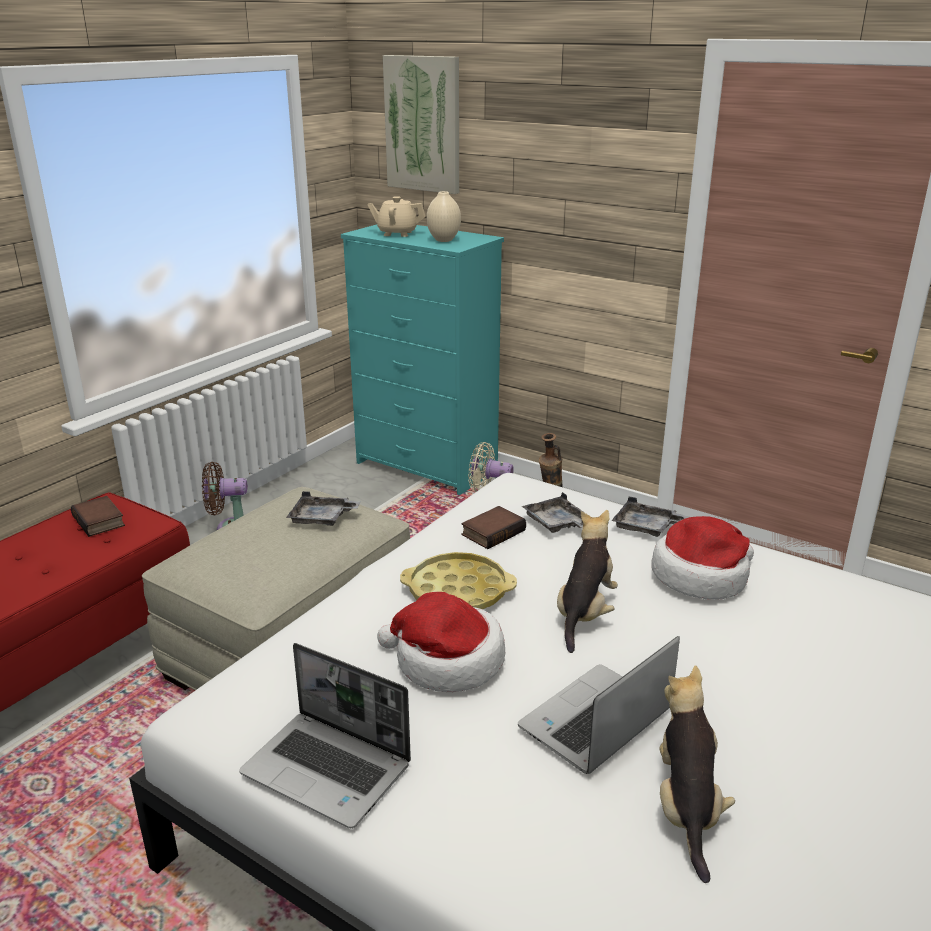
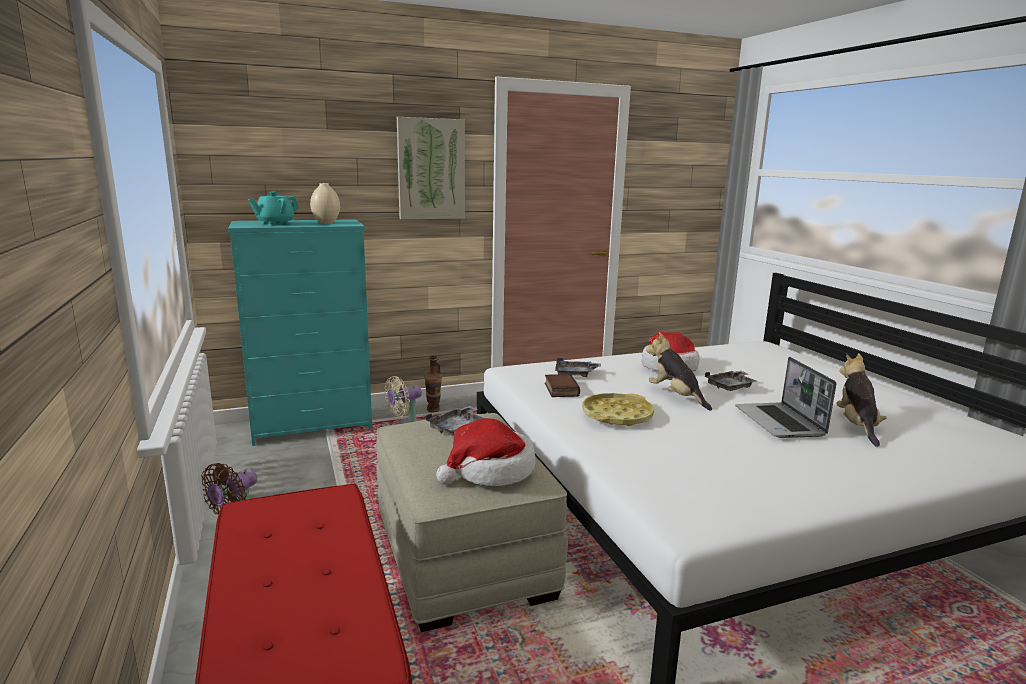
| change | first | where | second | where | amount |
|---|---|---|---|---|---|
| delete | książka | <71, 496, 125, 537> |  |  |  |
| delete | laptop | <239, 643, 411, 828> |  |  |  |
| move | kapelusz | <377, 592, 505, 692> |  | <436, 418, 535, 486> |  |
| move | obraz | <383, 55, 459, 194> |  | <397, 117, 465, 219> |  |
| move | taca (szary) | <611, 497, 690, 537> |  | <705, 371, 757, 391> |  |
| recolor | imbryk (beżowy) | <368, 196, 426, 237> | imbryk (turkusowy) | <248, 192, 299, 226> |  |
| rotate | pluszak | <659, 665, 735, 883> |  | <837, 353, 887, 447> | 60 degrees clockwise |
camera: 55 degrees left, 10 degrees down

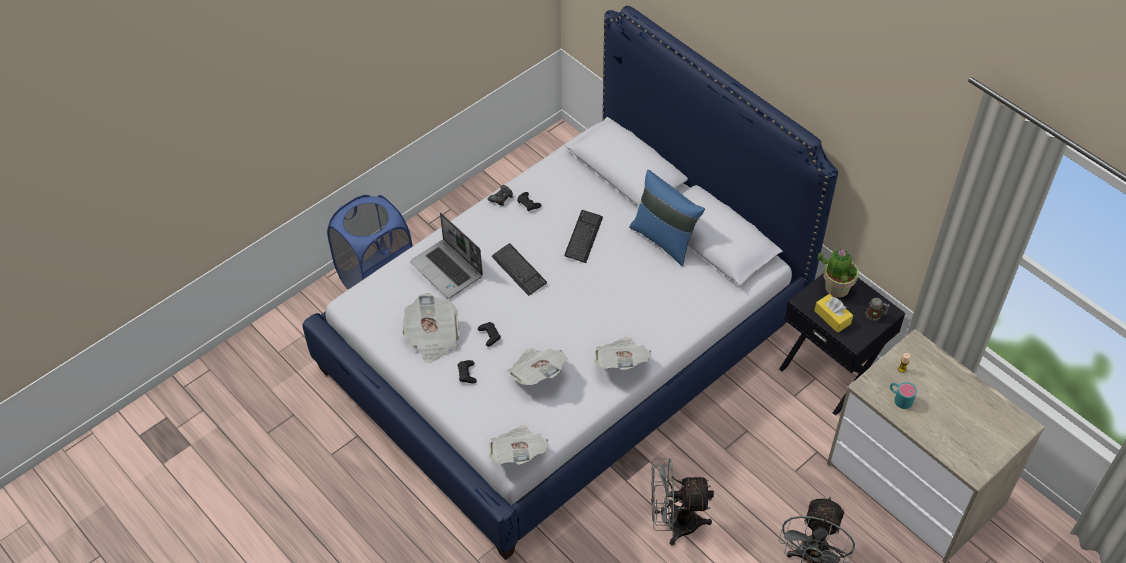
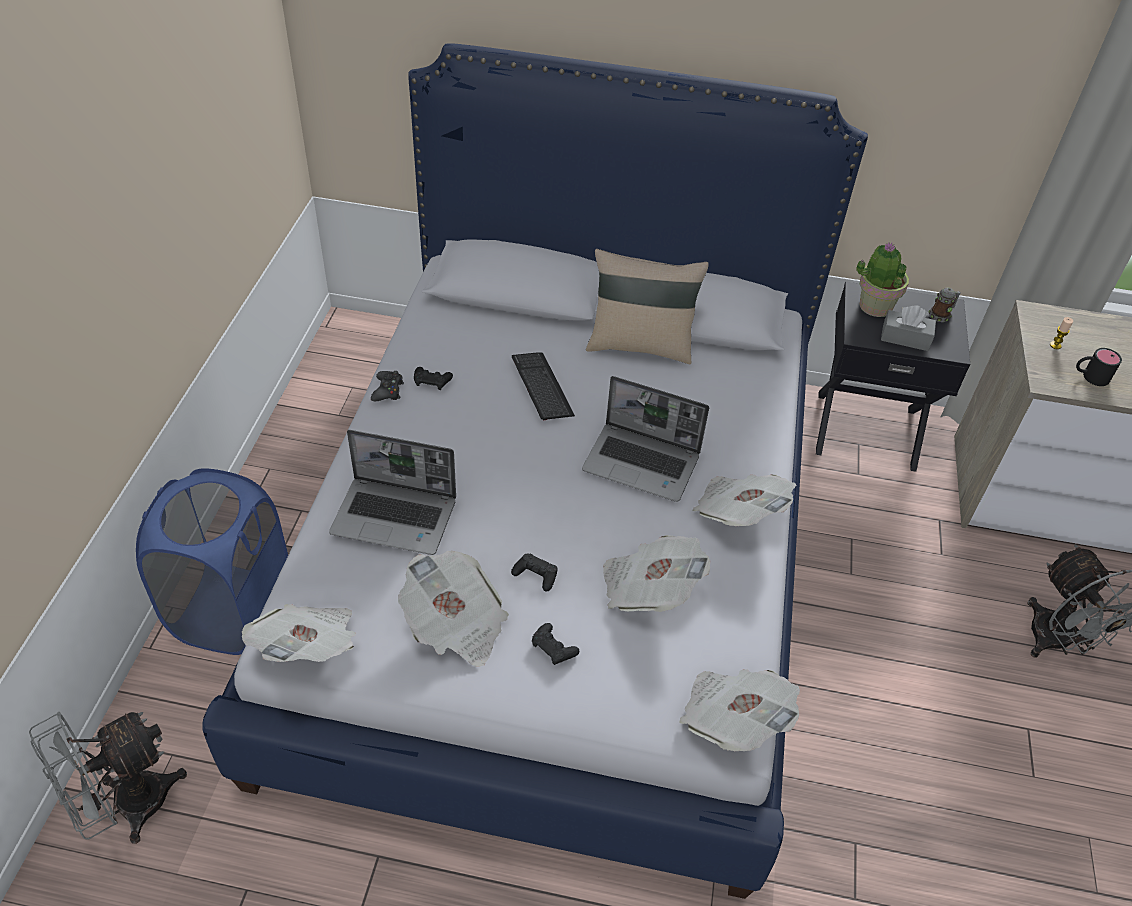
| change | first | where | second | where | amount |
|---|---|---|---|---|---|
| delete | klawiatura | <491, 243, 547, 296> |  |  |  |
| insert |  |  | gazeta | <242, 604, 356, 662> |  |
| insert |  |  | laptop | <582, 376, 709, 502> |  |
| move | wentylator (szary) | <651, 458, 714, 545> |  | <29, 712, 187, 844> |  |
| recolor | poduszka (niebieski) | <629, 170, 705, 266> | poduszka (beżowy) | <586, 249, 709, 364> |  |
| recolor | pudełko chusteczek (żółty) | <814, 294, 853, 333> | pudełko chusteczek (szary) | <881, 305, 936, 351> |  |
| recolor | kubek (turkusowy) | <890, 382, 917, 409> | kubek (czarny) | <1076, 348, 1122, 386> |  |
camera: 40 degrees left, 5 degrees down

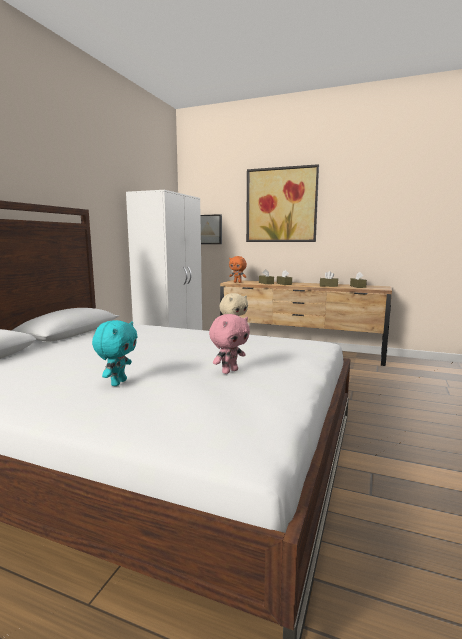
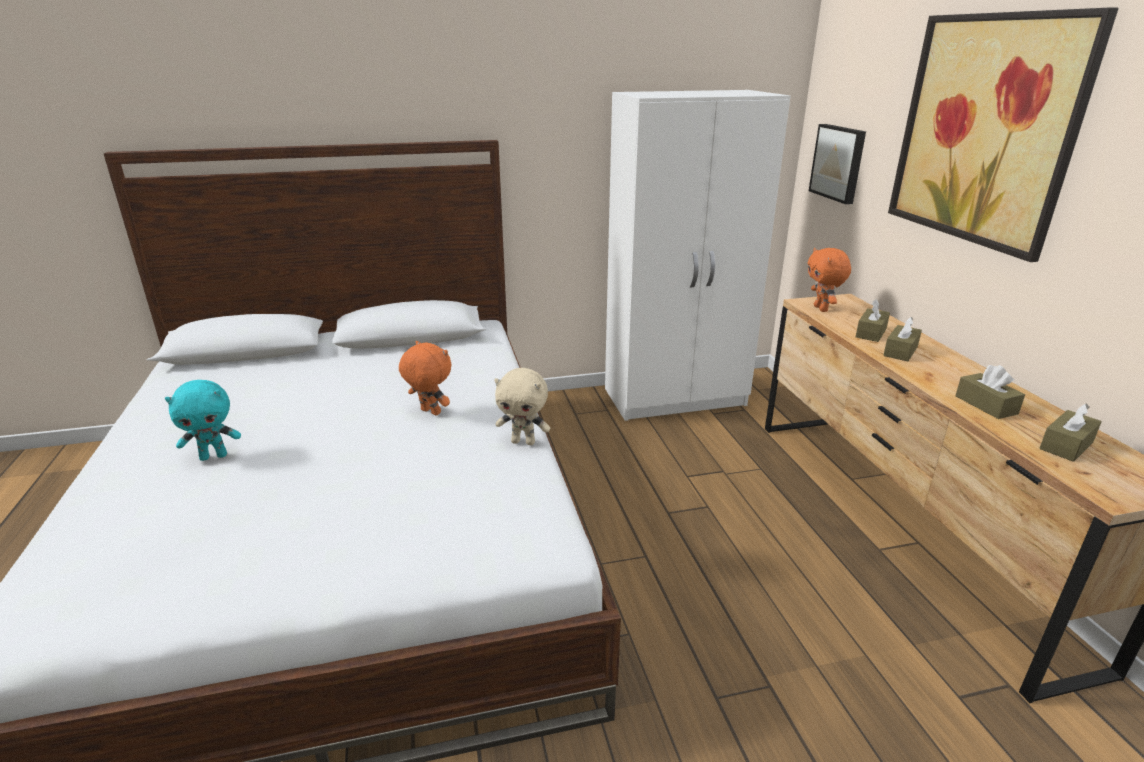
| change | first | where | second | where | amount |
|---|---|---|---|---|---|
| delete | pluszak (różowy) | <209, 314, 250, 374> |  |  |  |
| insert |  |  | pluszak (pomarańczowy) | <399, 341, 451, 416> |  |
camera: 55 degrees right, 15 degrees up

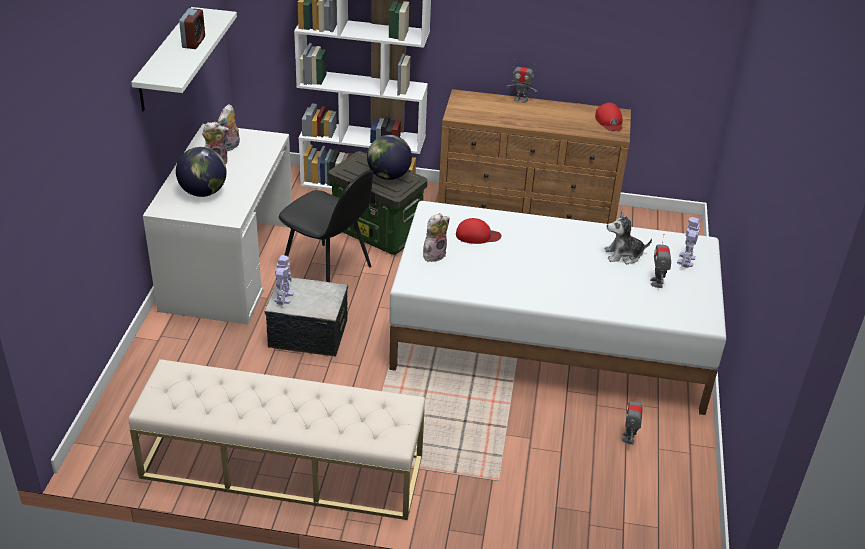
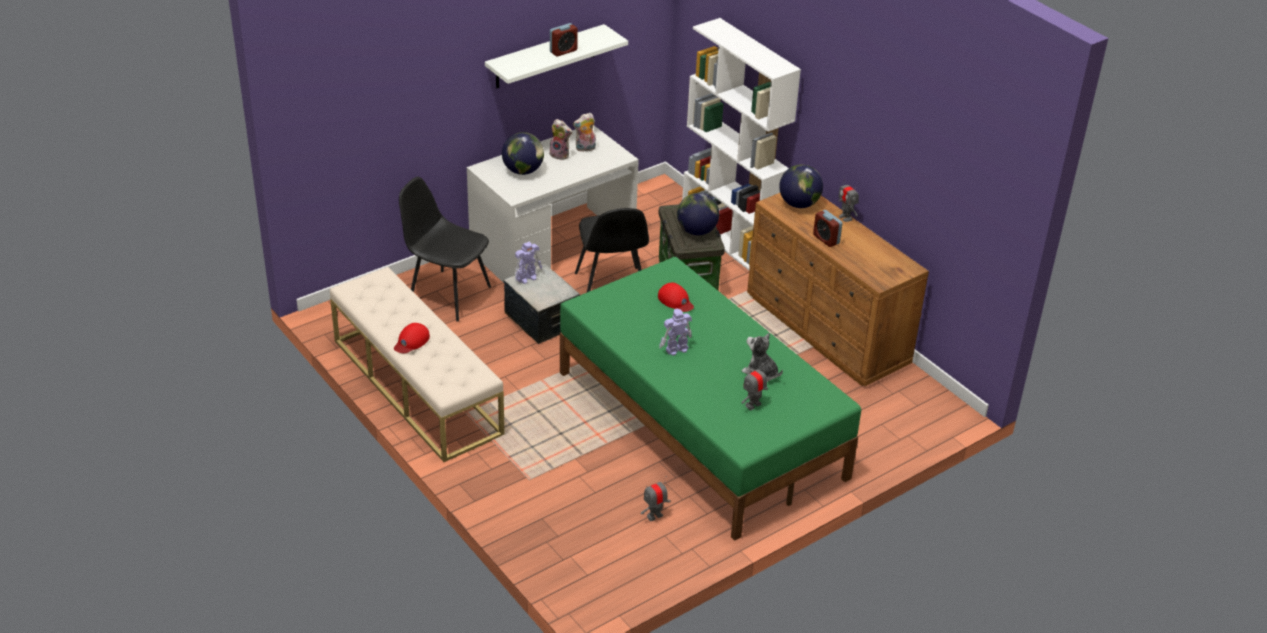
| change | first | where | second | where | amount |
|---|---|---|---|---|---|
| delete | pluszak | <423, 213, 450, 262> |  |  |  |
| insert |  |  | krzesło (czarny) | <399, 177, 491, 322> |  |
| insert |  |  | globus | <779, 164, 823, 208> |  |
| insert |  |  | budzik | <813, 210, 843, 247> |  |
| move | czapka z daszkiem (czerwony) | <595, 103, 622, 131> |  | <394, 323, 430, 353> |  |
| move | robot zabawkowy | <677, 217, 700, 268> |  | <659, 309, 692, 356> |  |
| recolor | łóżko (biały) | <389, 201, 726, 415> | łóżko (zielony) | <560, 257, 861, 541> |  |
camera: 45 degrees right, 0 degrees up

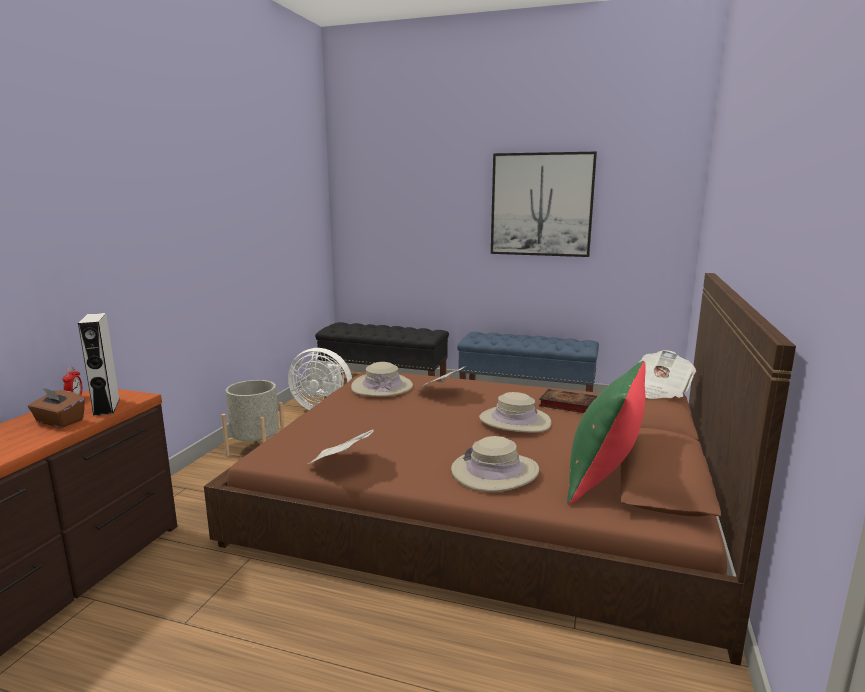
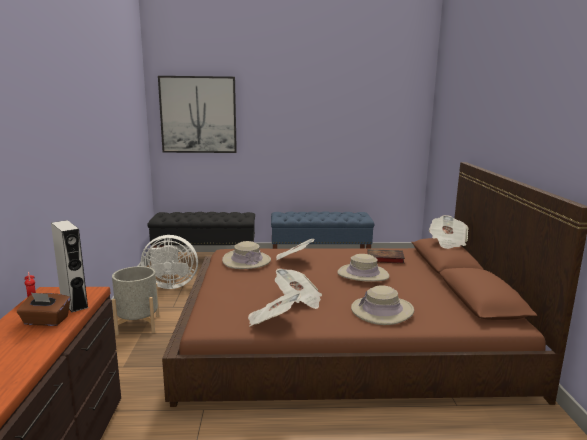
| change | first | where | second | where | amount |
|---|---|---|---|---|---|
| delete | poduszka (zielony) | <567, 361, 646, 505> |  |  |  |
| insert |  |  | gazeta | <275, 268, 322, 309> |  |
| move | obraz | <491, 152, 597, 257> |  | <158, 76, 237, 153> |  |
camera: 20 degrees left, 0 degrees up

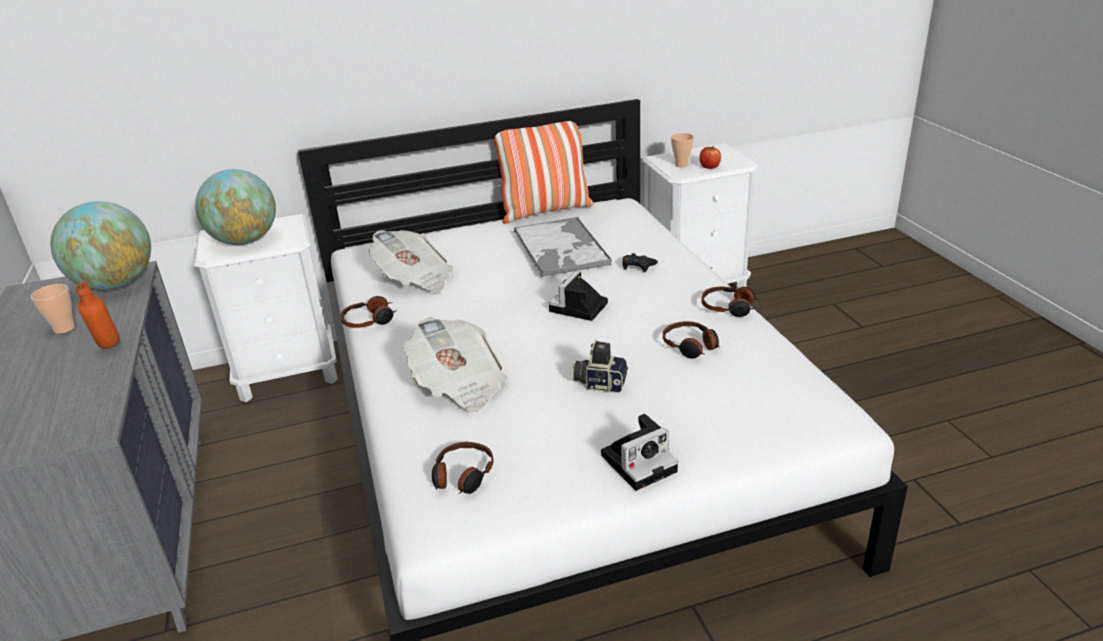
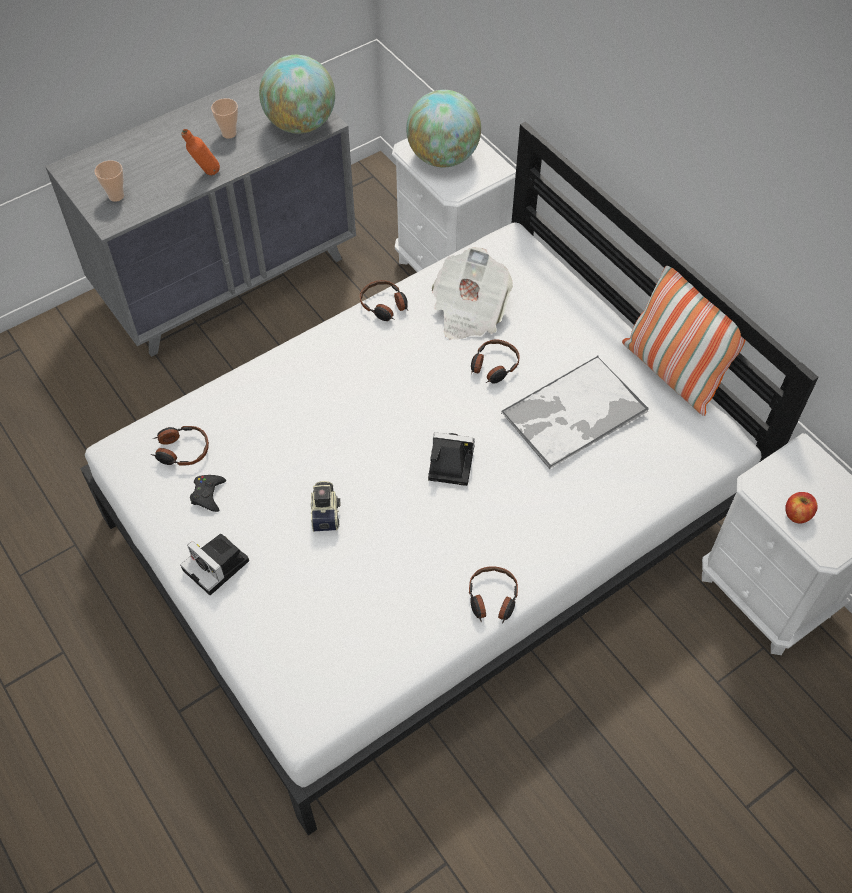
| change | first | where | second | where | amount |
|---|---|---|---|---|---|
| delete | gazeta | <404, 317, 508, 412> |  |  |  |
| move | pad do gier (czarny) | <623, 253, 658, 272> |  | <190, 475, 226, 512> |  |
| move | słuchawki | <663, 321, 720, 359> |  | <471, 339, 520, 384> |  |
| move | filiżanka | <671, 133, 694, 167> |  | <94, 160, 124, 202> |  |
camera: 70 degrees right, 25 degrees up

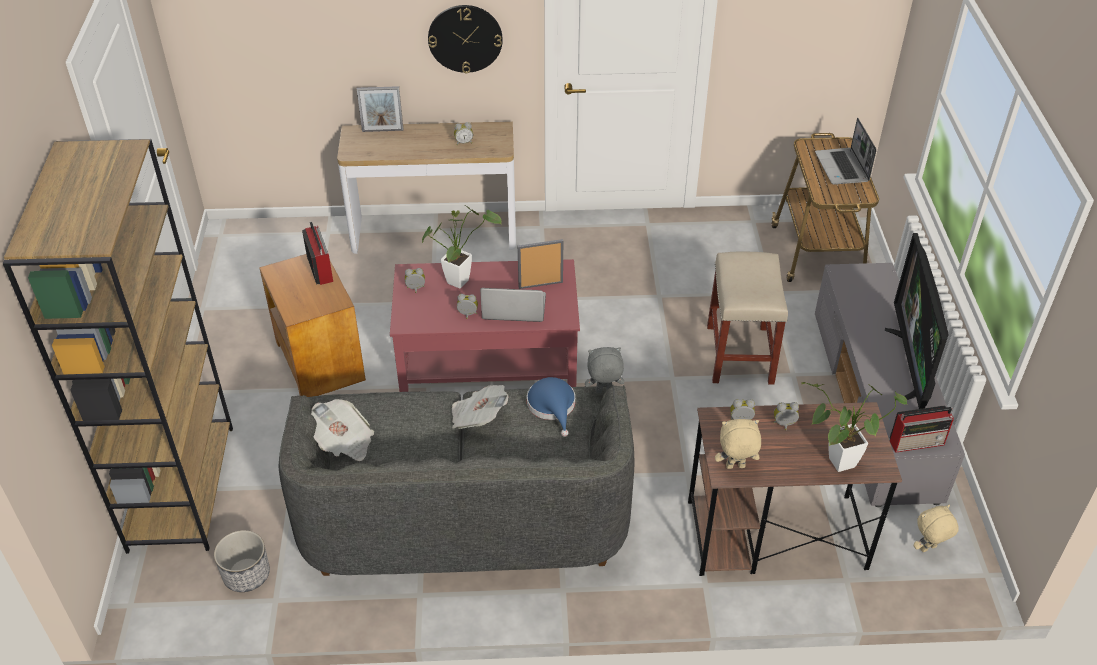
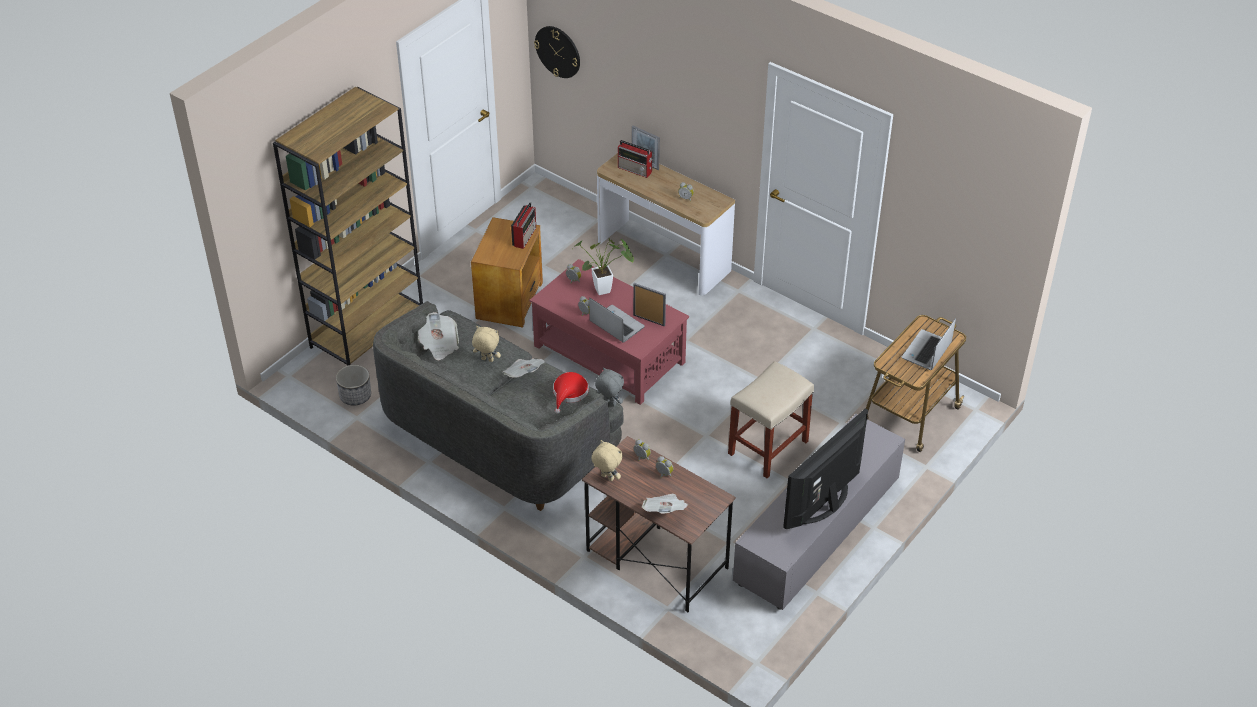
| change | first | where | second | where | amount |
|---|---|---|---|---|---|
| move | zegar ścienny | <428, 5, 503, 73> |  | <534, 26, 580, 78> |  |
| move | radio | <890, 405, 954, 453> |  | <618, 140, 653, 178> |  |
| move | pluszak (beżowy) | <914, 505, 959, 552> |  | <472, 326, 501, 362> |  |
| replace | roślina doniczkowa | <802, 382, 907, 472> | gazeta | <641, 494, 688, 514> |  |
| recolor | kapelusz (niebieski) | <527, 377, 575, 437> | kapelusz (czerwony) | <553, 372, 589, 414> |  |
camera: 40 degrees right, 0 degrees up

